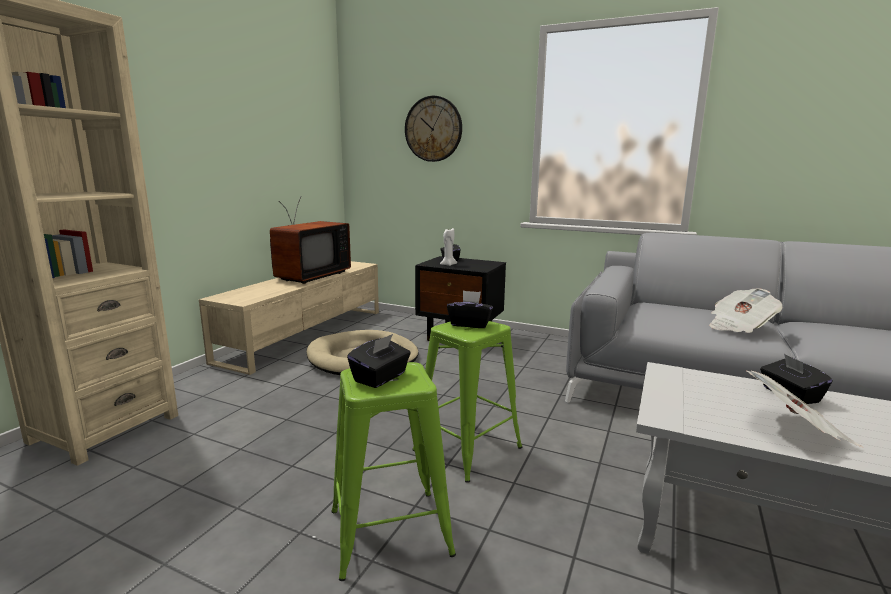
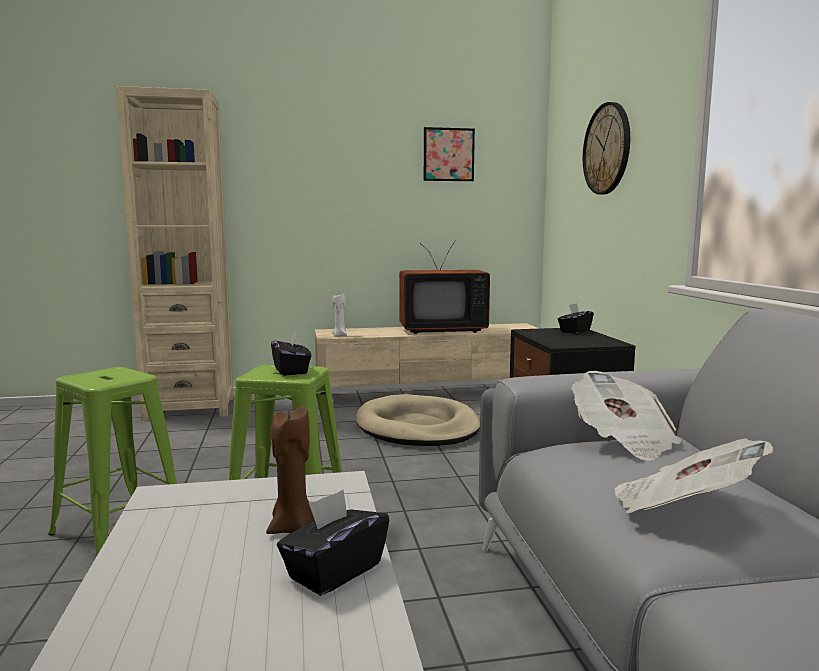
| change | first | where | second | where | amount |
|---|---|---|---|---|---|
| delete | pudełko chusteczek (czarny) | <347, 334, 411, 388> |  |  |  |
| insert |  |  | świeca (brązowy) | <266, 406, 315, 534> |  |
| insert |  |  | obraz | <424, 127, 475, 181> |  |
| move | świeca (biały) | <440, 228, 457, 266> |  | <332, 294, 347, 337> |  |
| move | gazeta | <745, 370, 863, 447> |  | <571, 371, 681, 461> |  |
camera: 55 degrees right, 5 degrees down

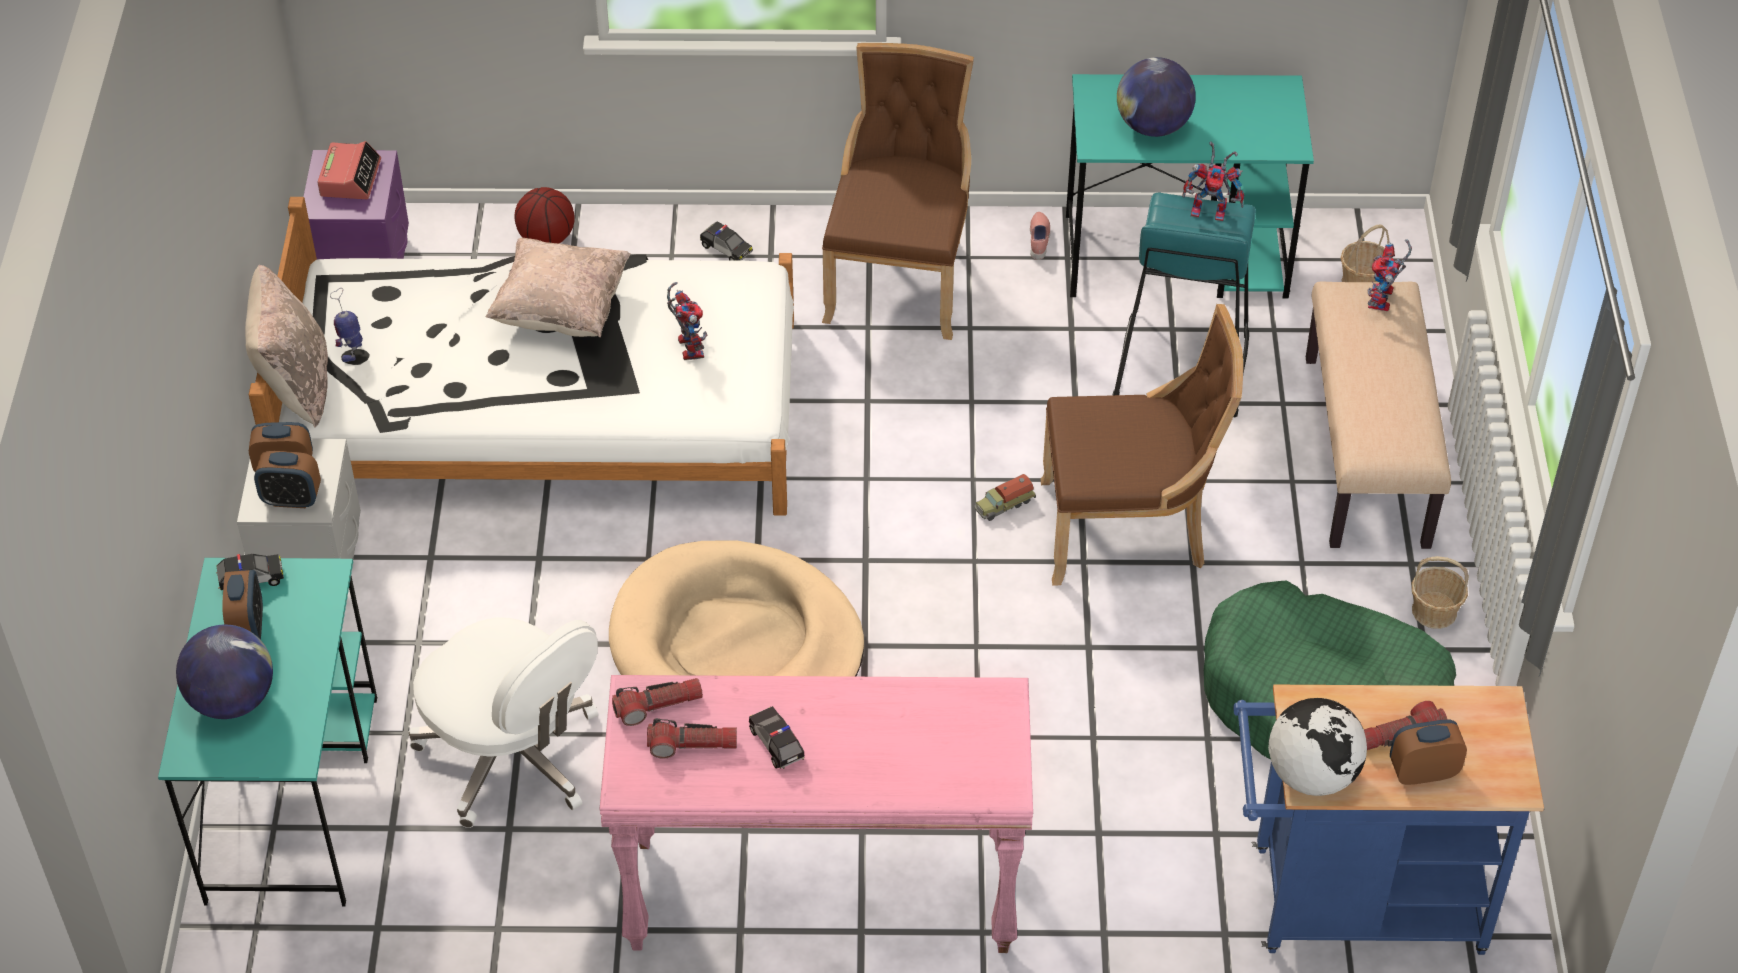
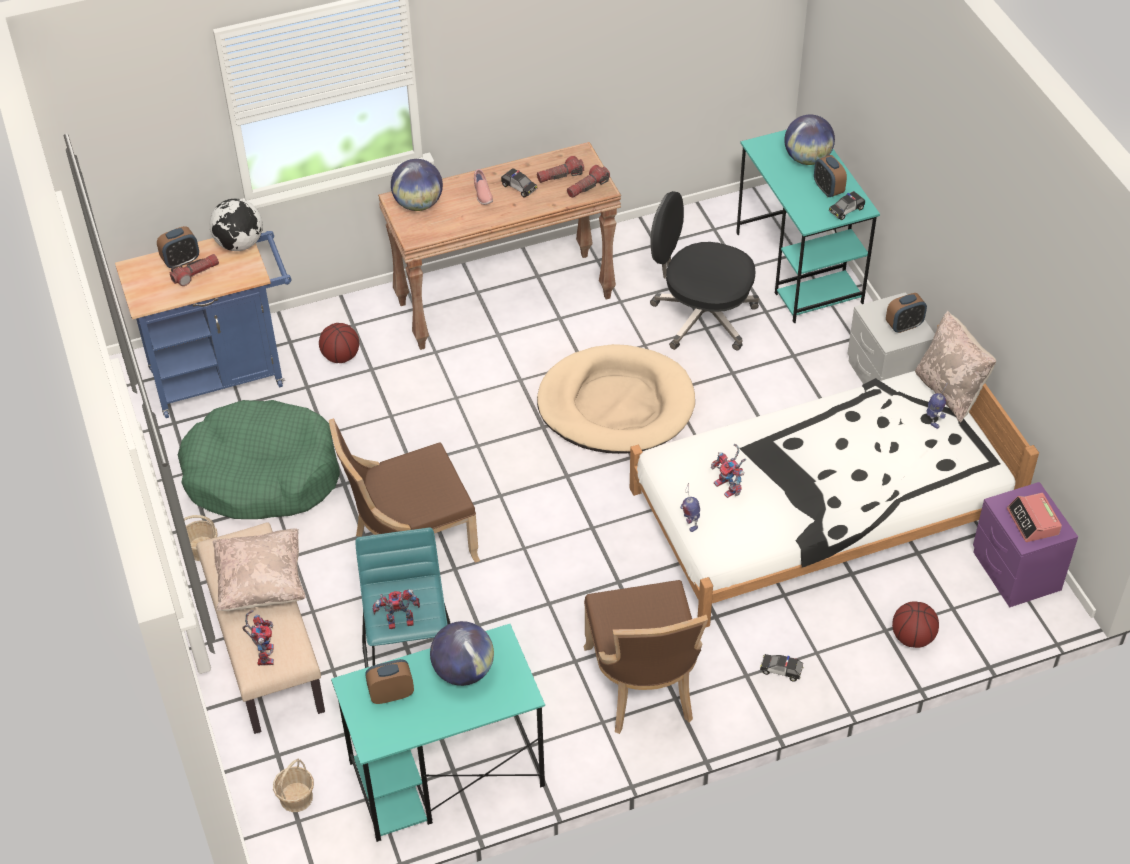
| change | first | where | second | where | amount |
|---|---|---|---|---|---|
| delete | ciężarówka zabawkowa | <974, 474, 1036, 521> |  |  |  |
| insert |  |  | piłka do koszykówki | <319, 323, 359, 363> |  |
| insert |  |  | globus | <391, 159, 443, 211> |  |
| insert |  |  | robot zabawkowy | <680, 484, 700, 532> |  |
| move | budzik | <254, 451, 321, 508> |  | <366, 659, 414, 704> |  |
| move | poduszka (beżowy) | <486, 238, 630, 338> |  | <213, 529, 305, 611> |  |
| move | but (różowy) | <1030, 212, 1050, 260> |  | <474, 169, 493, 205> |  |
| recolor | krzesło biurowe (biały) | <409, 617, 598, 828> | krzesło biurowe (czarny) | <650, 191, 759, 351> |  |
| recolor | stolik konsolowy (różowy) | <599, 675, 1033, 953> | stolik konsolowy (brązowy) | <378, 142, 621, 350> |  |
camera: 160 degrees right, 0 degrees up

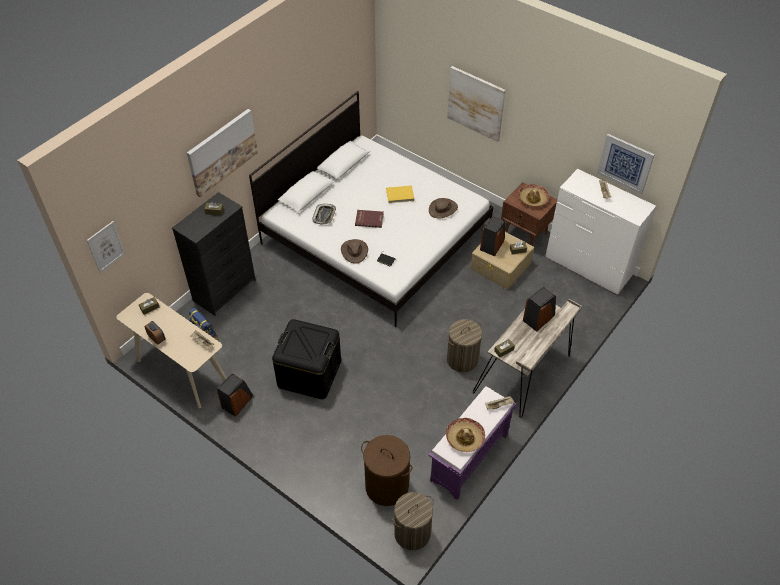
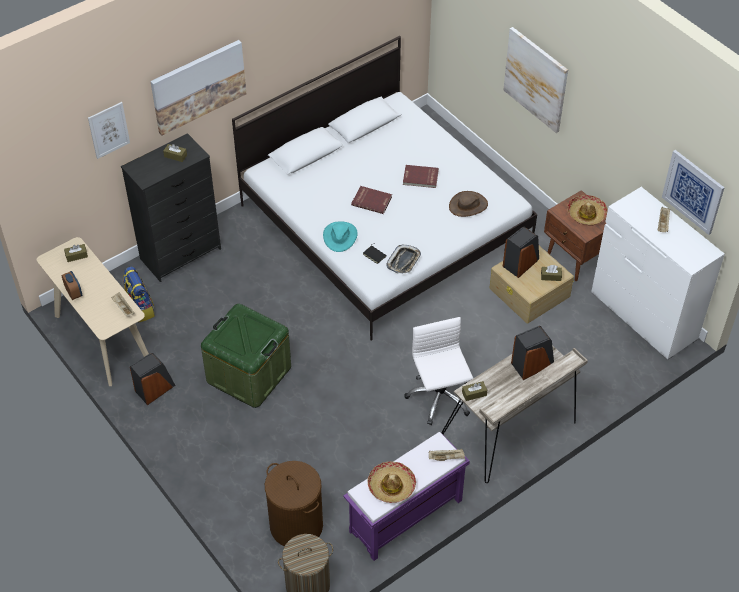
| change | first | where | second | where | amount |
|---|---|---|---|---|---|
| move | obraz | <87, 221, 125, 273> |  | <88, 102, 130, 159> |  |
| move | taca | <312, 204, 336, 225> |  | <386, 245, 421, 274> |  |
| replace | kosz na pranie | <447, 319, 483, 372> | krzesło biurowe (biały) | <405, 317, 473, 425> |  |
| recolor | pojemnik do przechowywania (czarny) | <272, 319, 341, 399> | pojemnik do przechowywania (zielony) | <201, 304, 291, 408> |  |
| recolor | kapelusz (brązowy) | <341, 239, 368, 264> | kapelusz (turkusowy) | <323, 221, 358, 252> |  |
| recolor | książka (żółty) | <386, 185, 414, 203> | książka (czerwony) | <403, 165, 439, 188> |  |
camera: 15 degrees right, 0 degrees up

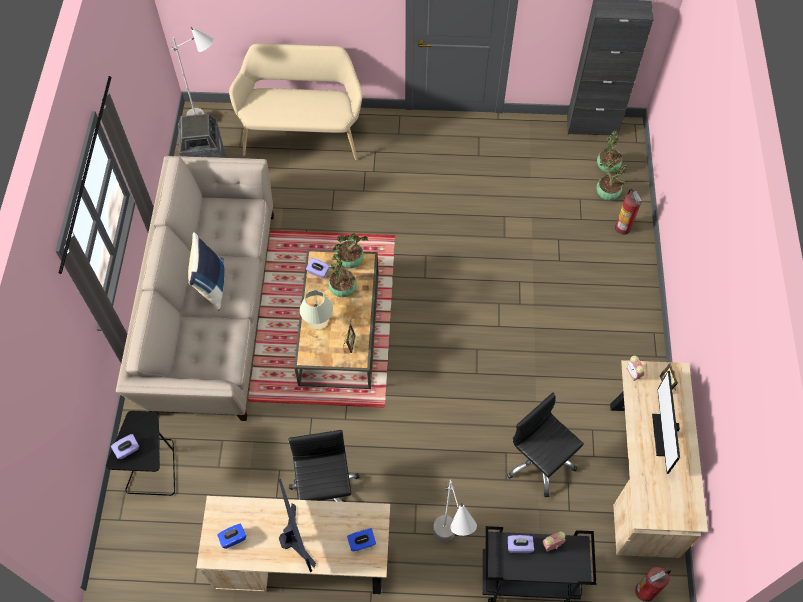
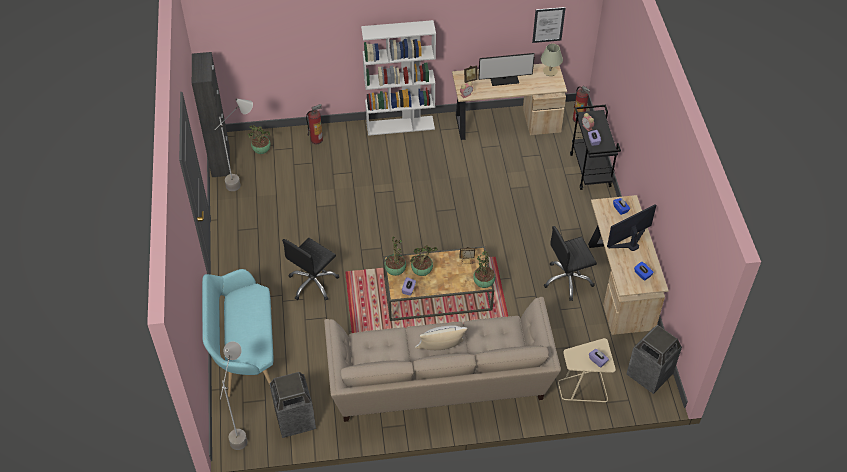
| change | first | where | second | where | amount |
|---|---|---|---|---|---|
| insert |  |  | regał (biały) | <361, 20, 436, 136> |  |
| insert |  |  | obraz | <532, 7, 565, 43> |  |
| insert |  |  | kosz na śmieci | <626, 325, 682, 394> |  |
| move | lampa stołowa (beżowy) | <300, 290, 333, 330> |  | <540, 44, 563, 76> |  |
| move | lampa stojąca (szary) | <433, 480, 477, 542> |  | <215, 98, 253, 191> |  |
| move | krzesło biurowe (czarny) | <507, 392, 584, 497> |  | <282, 238, 339, 301> |  |
| move | roślina doniczkowa | <597, 157, 628, 200> |  | <473, 251, 495, 288> |  |
| recolor | stolik (czarny) | <106, 411, 175, 496> | stolik (beżowy) | <558, 338, 616, 402> |  |
| recolor | poduszka (niebieski) | <188, 232, 225, 311> | poduszka (biały) | <415, 325, 468, 350> |  |
| recolor | ławka (beżowy) | <229, 44, 363, 160> | ławka (turkusowy) | <202, 269, 273, 397> |  |
camera: 100 degrees left, 10 degrees down

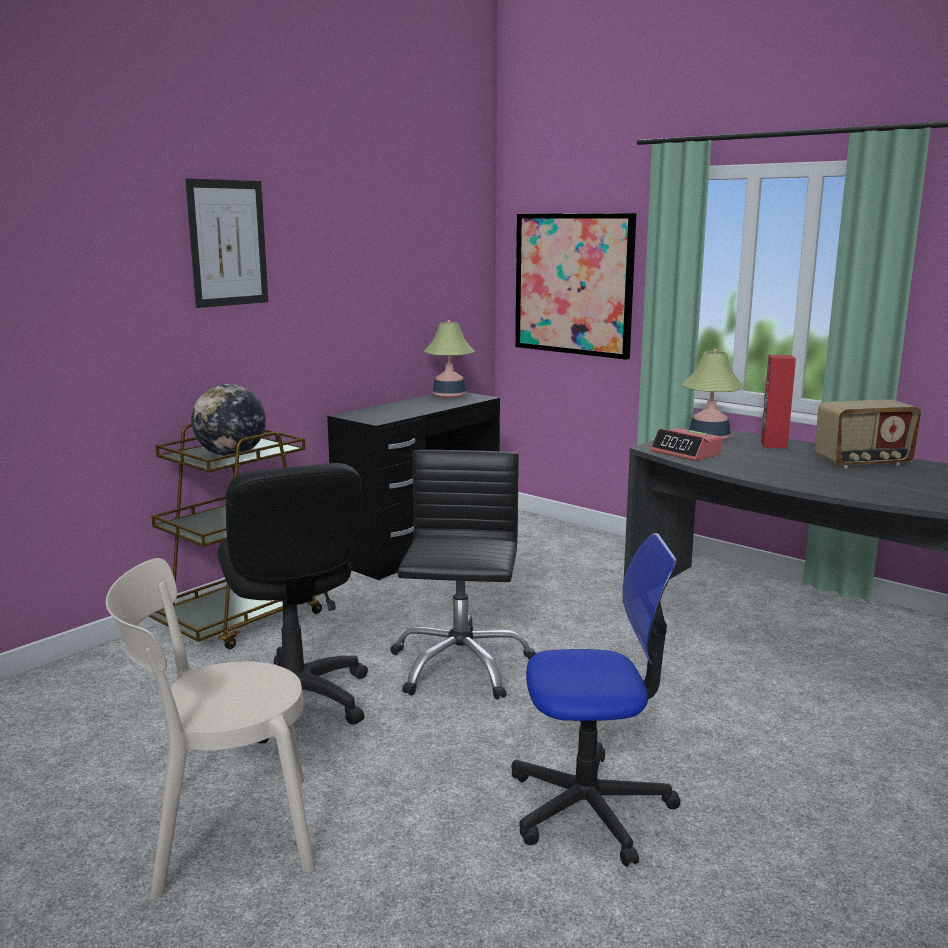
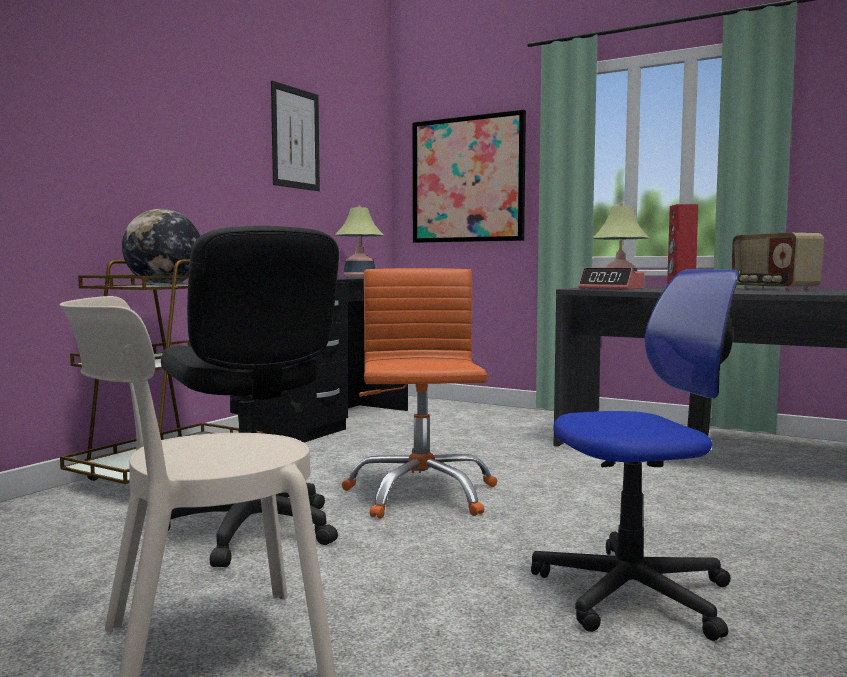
| change | first | where | second | where | amount |
|---|---|---|---|---|---|
| move | obraz | <185, 178, 268, 308> |  | <271, 81, 320, 191> |  |
| recolor | krzesło biurowe (czarny) | <390, 450, 536, 700> | krzesło biurowe (pomarańczowy) | <342, 268, 497, 519> |  |
| rotate | radio | <815, 399, 921, 468> |  | <732, 233, 824, 291> | 90 degrees clockwise |
camera: 10 degrees left, 10 degrees down

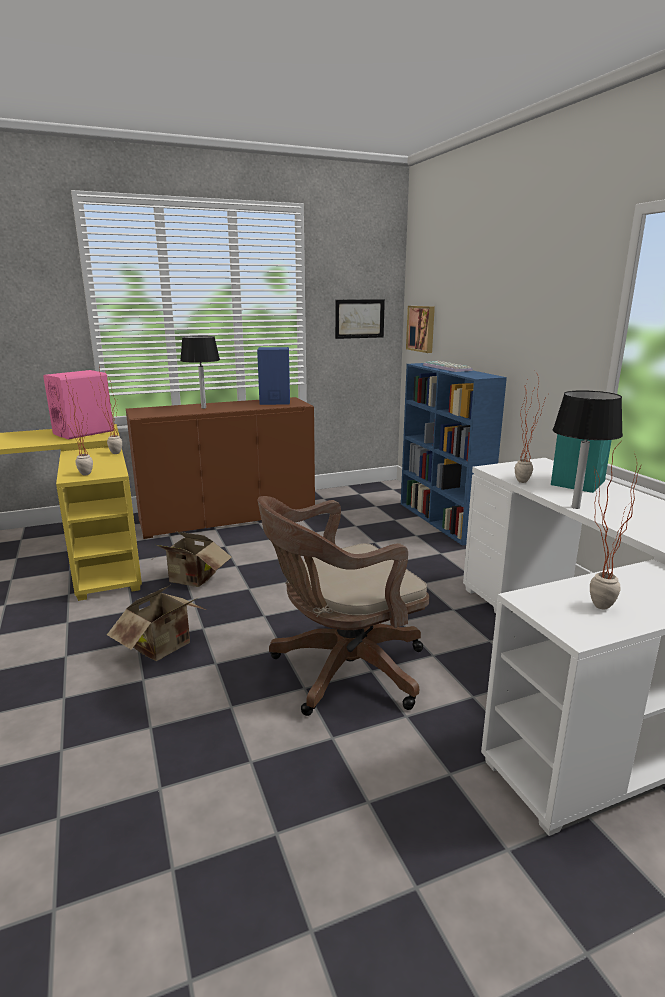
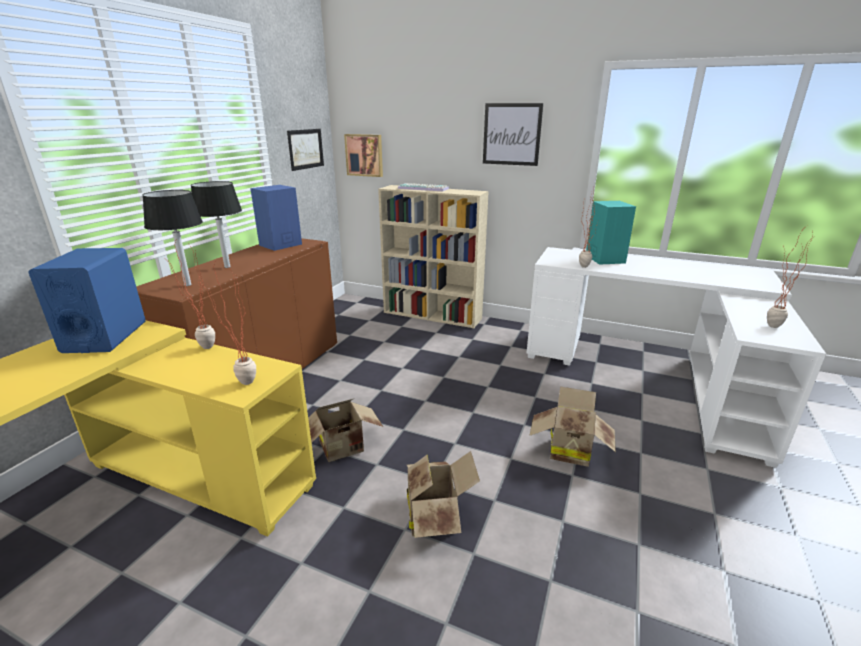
| change | first | where | second | where | amount |
|---|---|---|---|---|---|
| insert |  |  | obraz | <483, 103, 543, 166> |  |
| move | lampa stołowa (czarny) | <553, 391, 623, 509> |  | <142, 190, 203, 286> |  |
| replace | krzesło biurowe (brązowy) | <258, 496, 429, 716> | karton | <529, 387, 616, 467> |  |
| recolor | głośnik (różowy) | <43, 370, 114, 439> | głośnik (niebieski) | <28, 248, 146, 353> |  |
| recolor | regał (niebieski) | <401, 363, 507, 546> | regał (beżowy) | <378, 185, 489, 328> |  |
camera: 45 degrees left, 5 degrees up

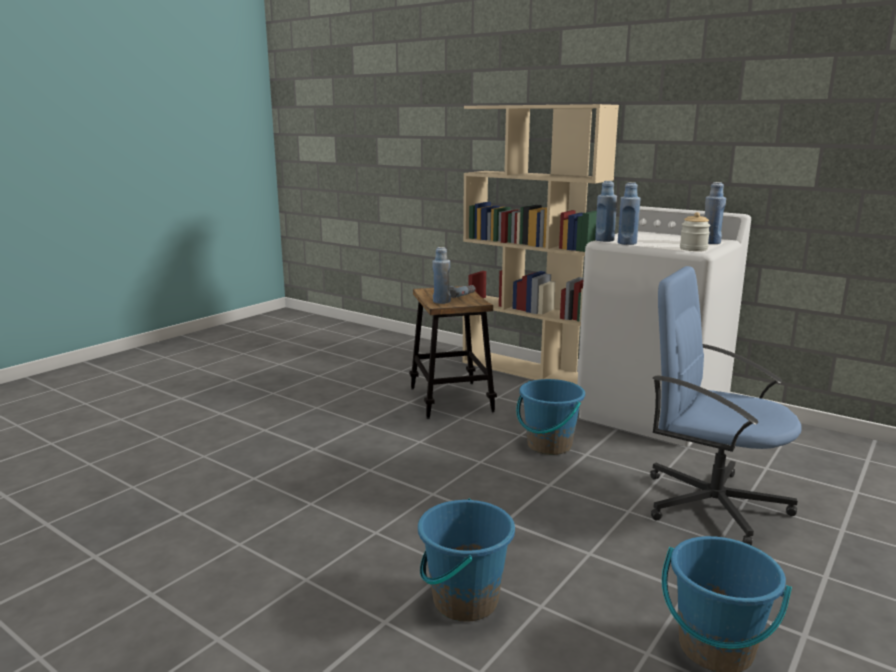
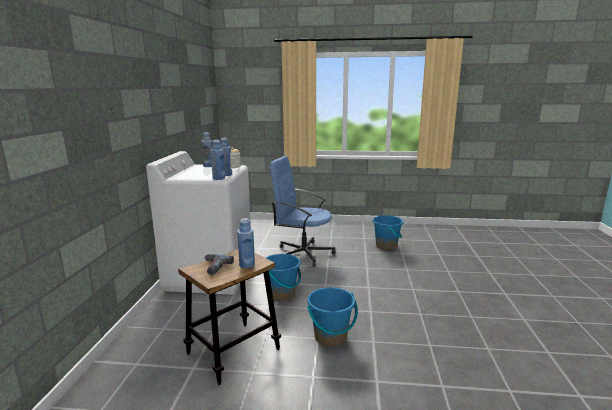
| change | first | where | second | where | amount |
|---|---|---|---|---|---|
| delete | regał (beżowy) | <462, 104, 619, 384> |  |  |  |
| move | wiadro (niebieski) | <418, 498, 515, 622> |  | <307, 287, 358, 347> |  |
| rotate | krzesło biurowe (niebieski) | <650, 266, 802, 546> |  | <270, 156, 336, 267> | 105 degrees clockwise |
camera: 120 degrees left, 0 degrees up

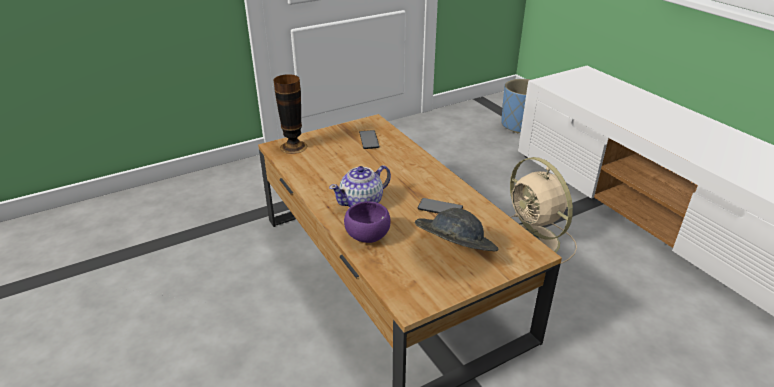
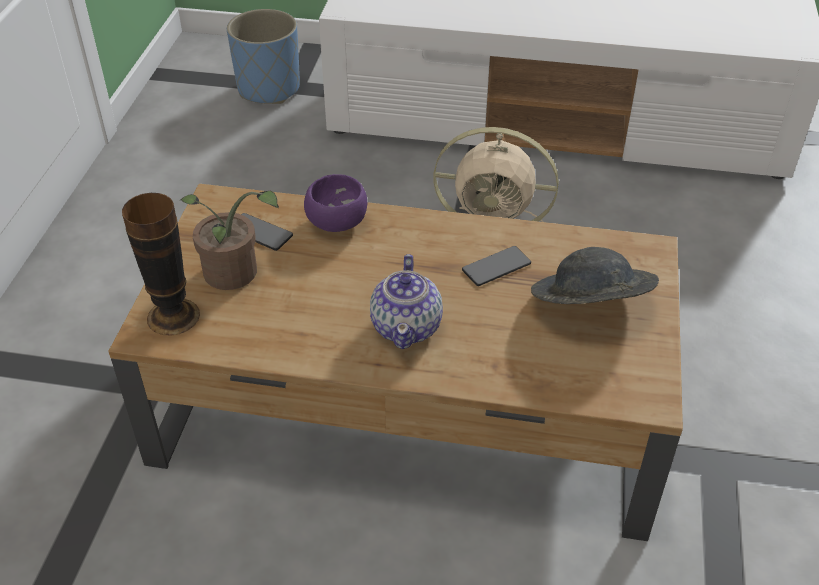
| change | first | where | second | where | amount |
|---|---|---|---|---|---|
| insert |  |  | roślina doniczkowa | <181, 191, 279, 290> |  |
| move | miska (fioletowy) | <344, 201, 391, 243> |  | <304, 174, 367, 232> |  |
camera: 50 degrees left, 10 degrees up

